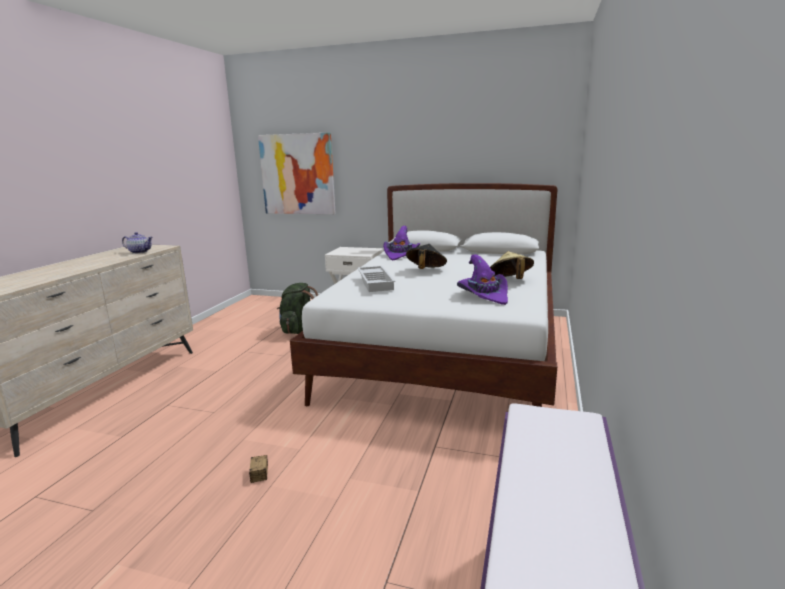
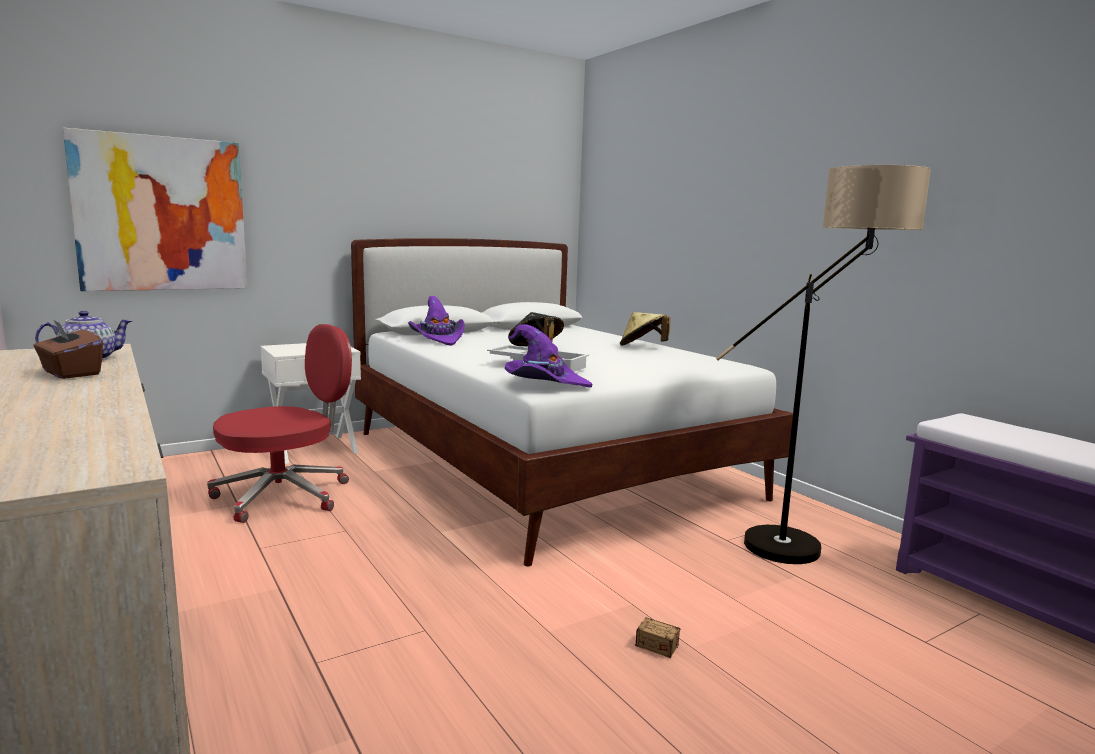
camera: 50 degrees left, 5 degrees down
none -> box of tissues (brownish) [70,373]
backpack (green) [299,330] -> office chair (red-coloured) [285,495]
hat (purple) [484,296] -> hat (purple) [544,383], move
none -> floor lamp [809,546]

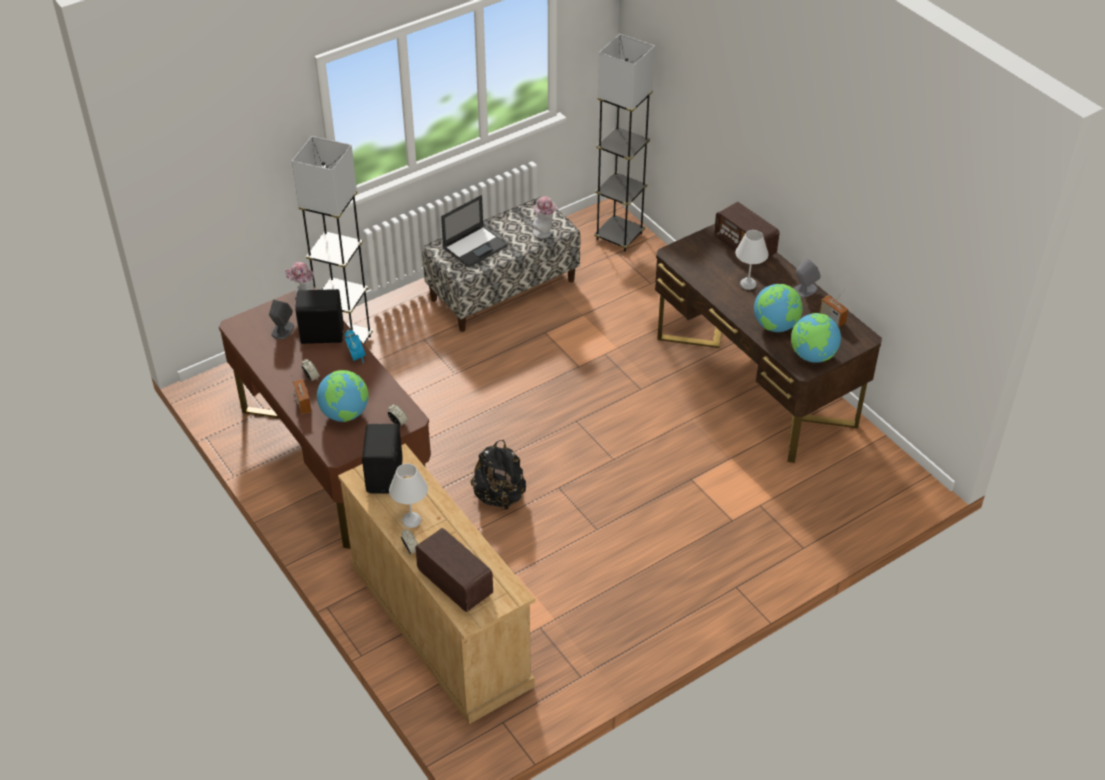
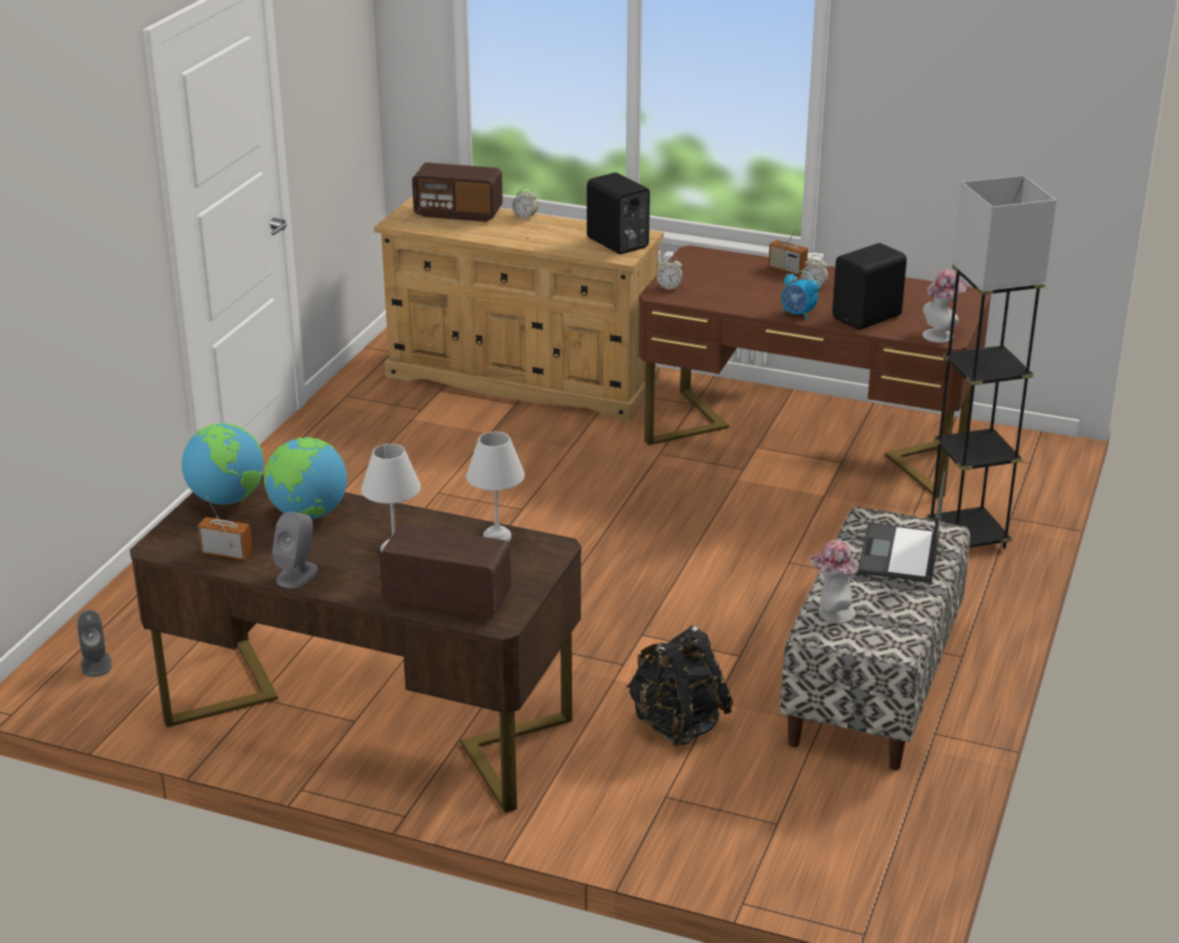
camera: 145 degrees right, 15 degrees down
speaker (gray) [282,330] -> speaker (gray) [96,664], move
tabletop lamp (white-coloured) [410,520] -> tabletop lamp (white-coloured) [498,537], move
backpack (blackish) [499,496] -> backpack (blackish) [677,725], move
globe [345,414] -> none
floor lamp (gray) [619,236] -> none

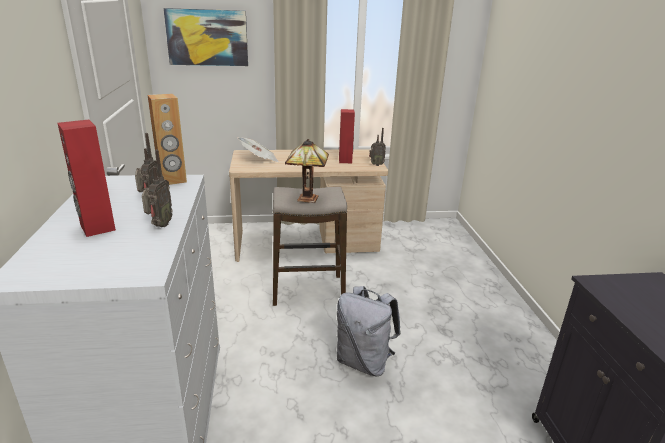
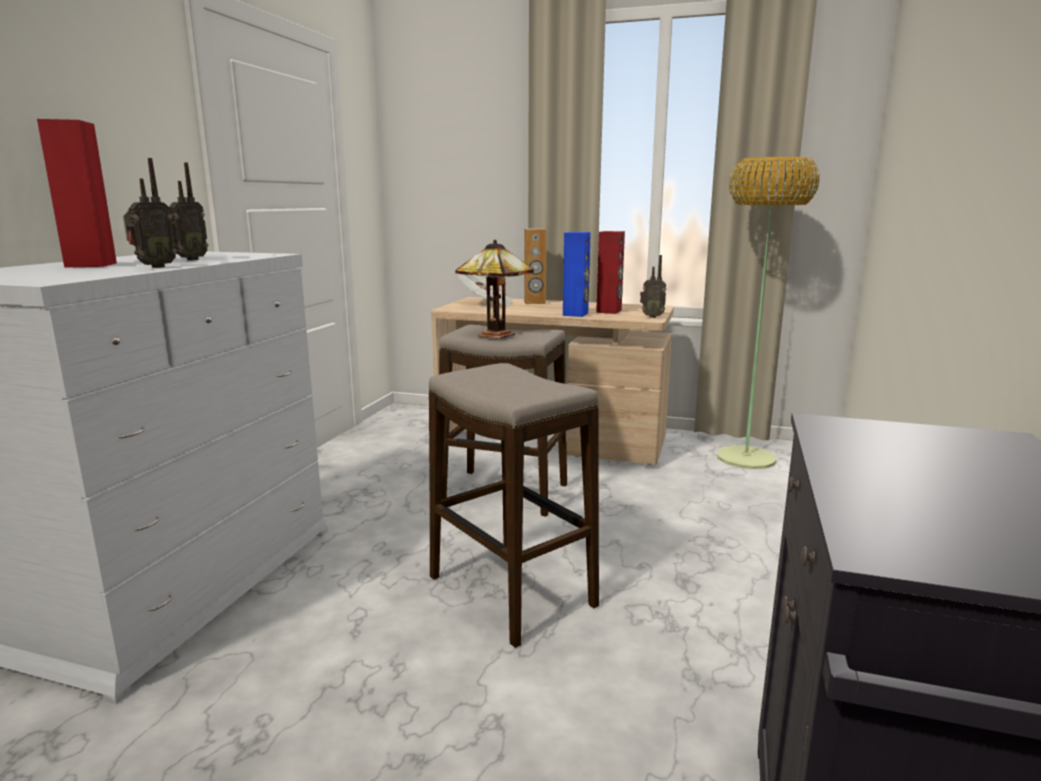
camera: 25 degrees right, 10 degrees down
backpack (gray) [364,362] -> stool [511,591]
speaker (brownish) [172,180] -> speaker (brownish) [534,302], move
none -> speaker (blue) [576,314]
none -> floor lamp [746,458]
wall picture [207,37] -> none

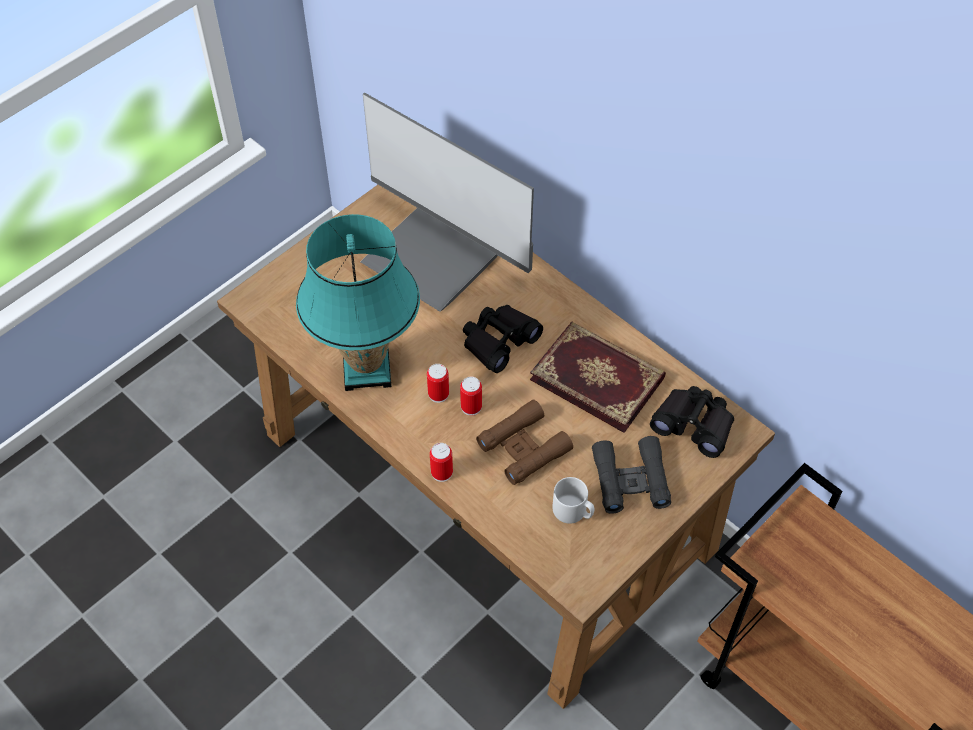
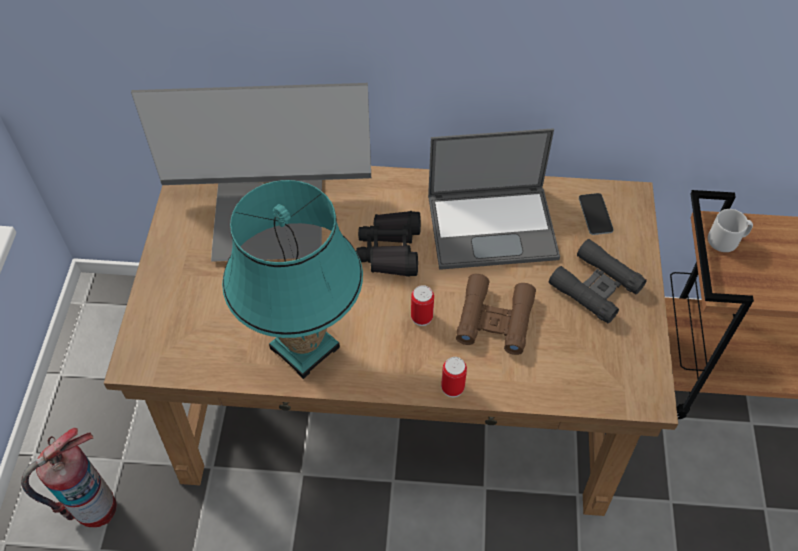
camera: 40 degrees left, 0 degrees up
none -> fire extinguisher [95,508]
bound book [598,377] -> portable computer [493,226]
field glasses (blackish) [694,425] -> telephone [595,214]
mug (gray) [573,511] -> mug (gray) [726,240], move
metal can [438,394] -> none

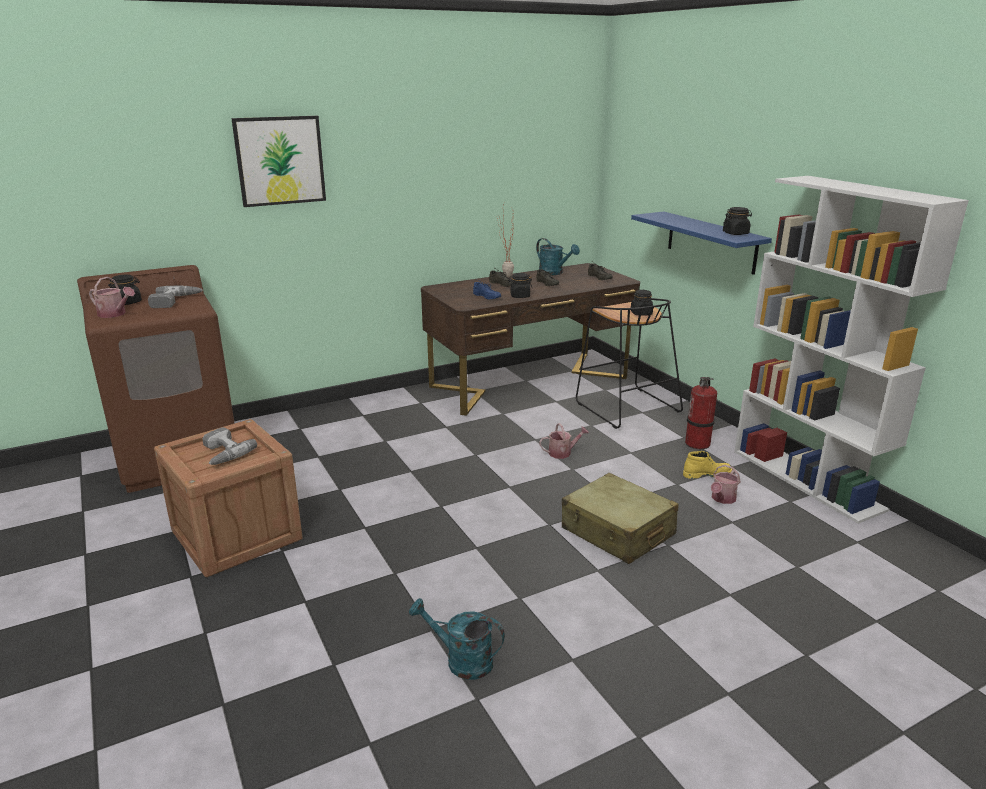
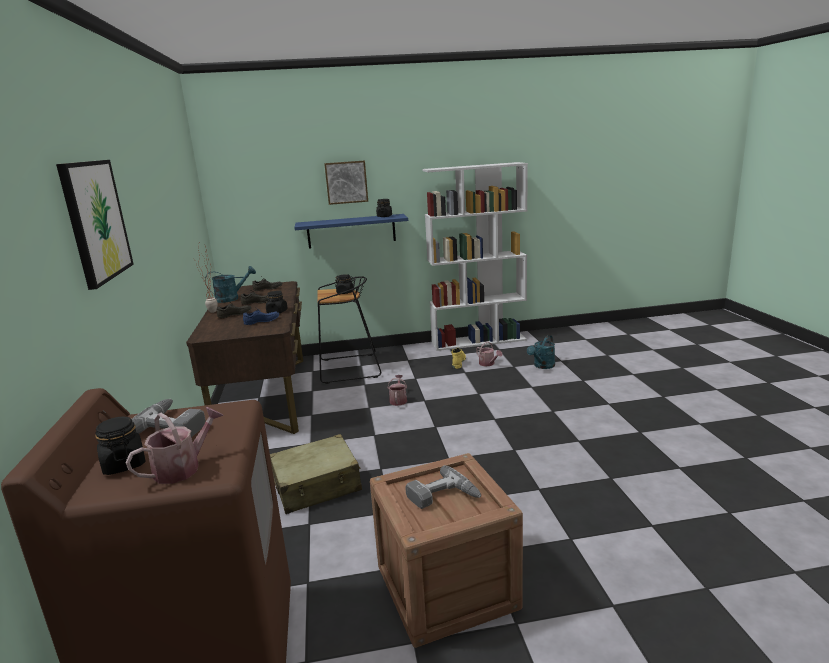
camera: 70 degrees left, 5 degrees down
suitcase (sand-coloured) [617,532] -> suitcase (sand-coloured) [317,485], move
none -> wall picture [346,182]
sprinkling can (turquoise) [461,660] -> sprinkling can (turquoise) [542,366], move
fire extinguisher [698,443] -> none

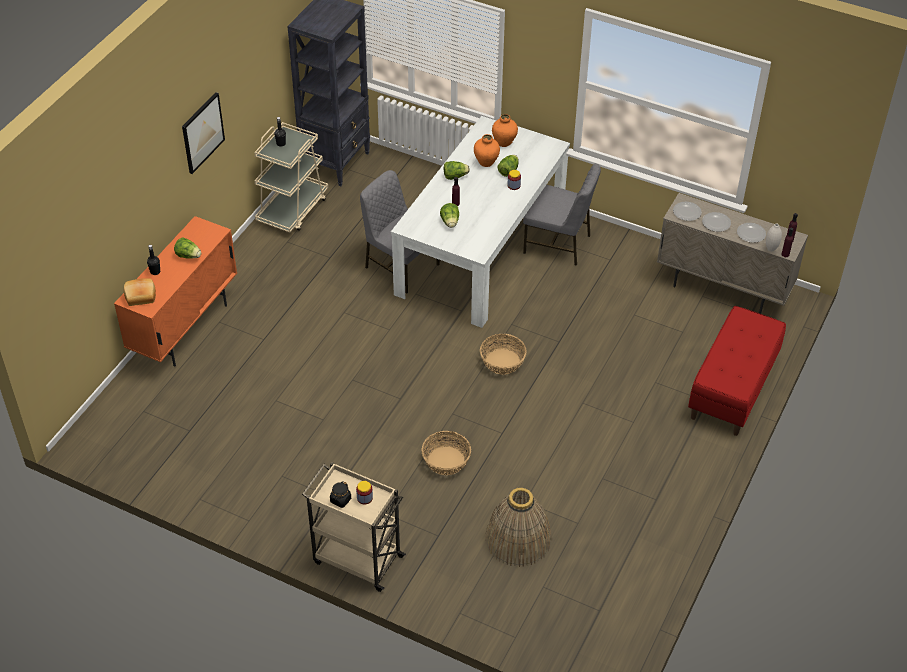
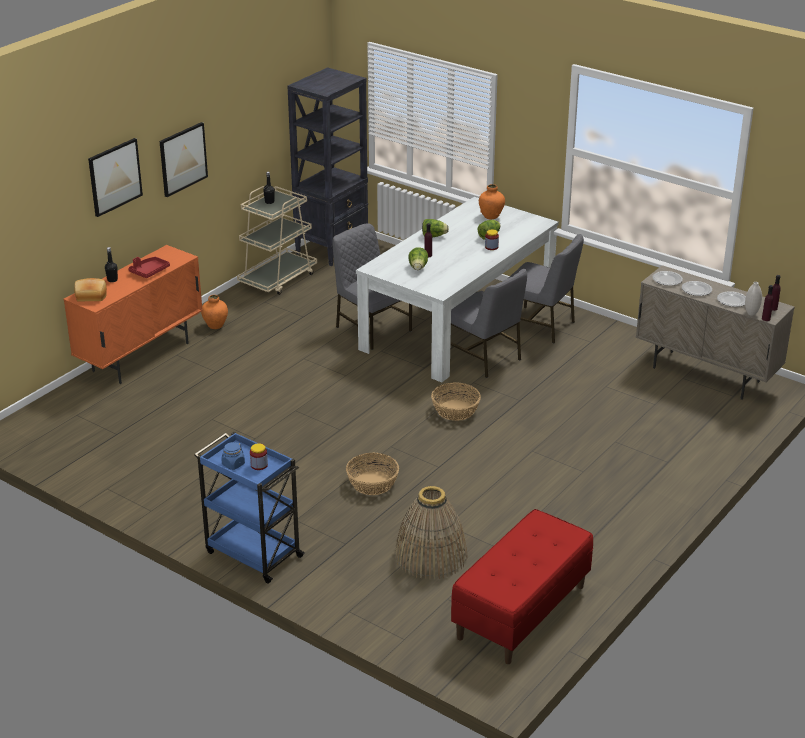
camera: 10 degrees right, 15 degrees down
none -> wall picture [115,177]
lettuce head [188,256] -> tray (red-coloured) [149,271]
wheeled cart (sand-coloured) [356,558] -> wheeled cart (blue) [252,553]
vase (orangey) [486,162] -> vase (orangey) [215,325], move
storage jar (blackish) [340,500] -> storage jar (blue) [233,464]
none -> chair (gray) [483,358]
indoor bench (red-coloured) [733,389] -> indoor bench (red-coloured) [521,612], move

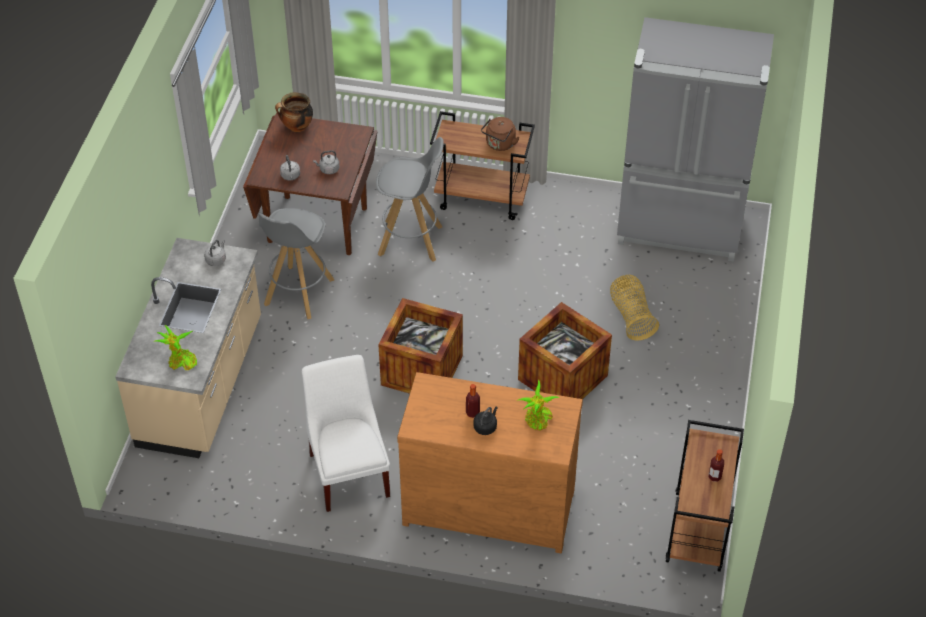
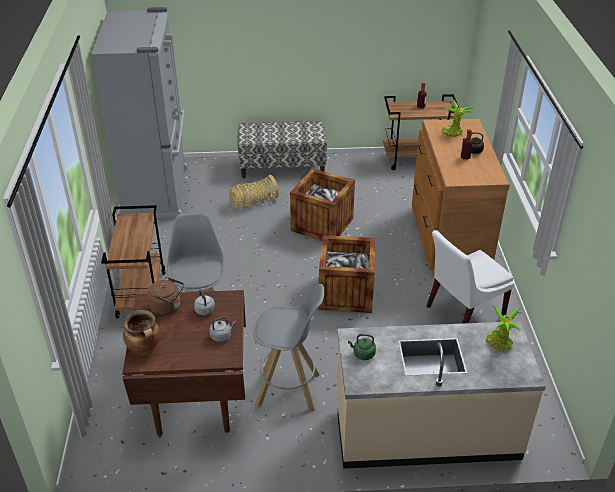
camera: 105 degrees left, 10 degrees down
water kettle (brownish) [499,144] -> water kettle (brownish) [167,307], move
none -> indoor bench [282,167]
water kettle (gray) [216,259] -> water kettle (green) [362,354]

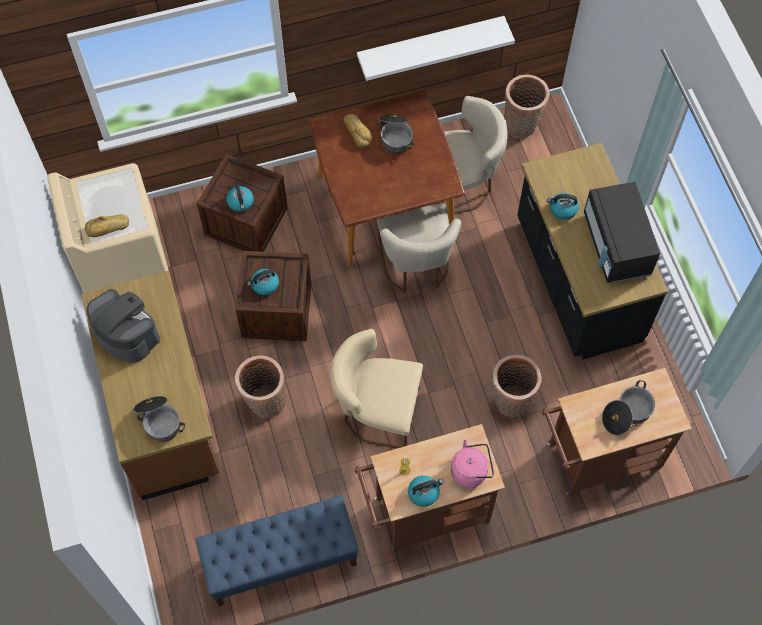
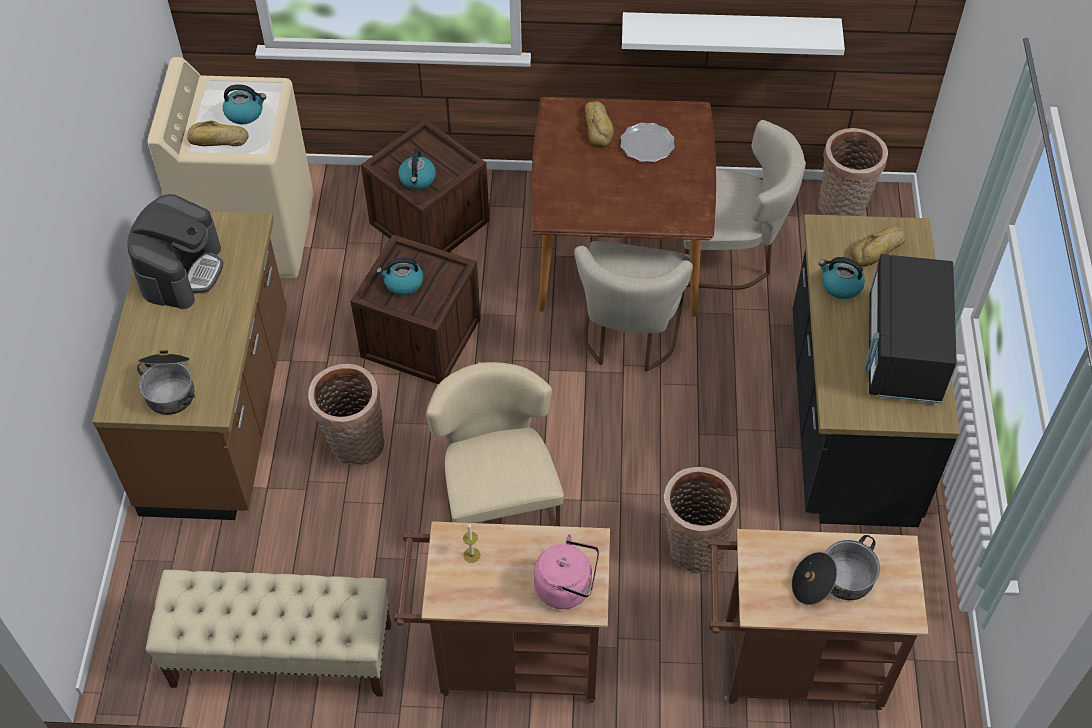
camera: 20 degrees right, 10 degrees down
coffee maker [126,333] -> coffee maker [181,270], 45 degrees clockwise
indoor bench (blue) [281,561] -> indoor bench (sand-coloured) [281,655]
water kettle [424,493] -> water kettle [245,113], move
chair (sand-coloured) [376,411] -> chair (sand-coloured) [498,502], 45 degrees clockwise
stockpot [395,136] -> plate [646,144]
none -> bakery bread [878,250]

